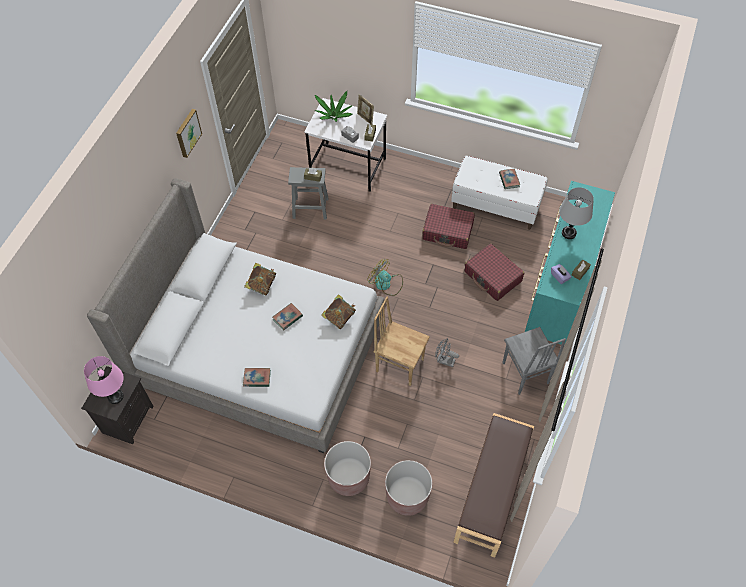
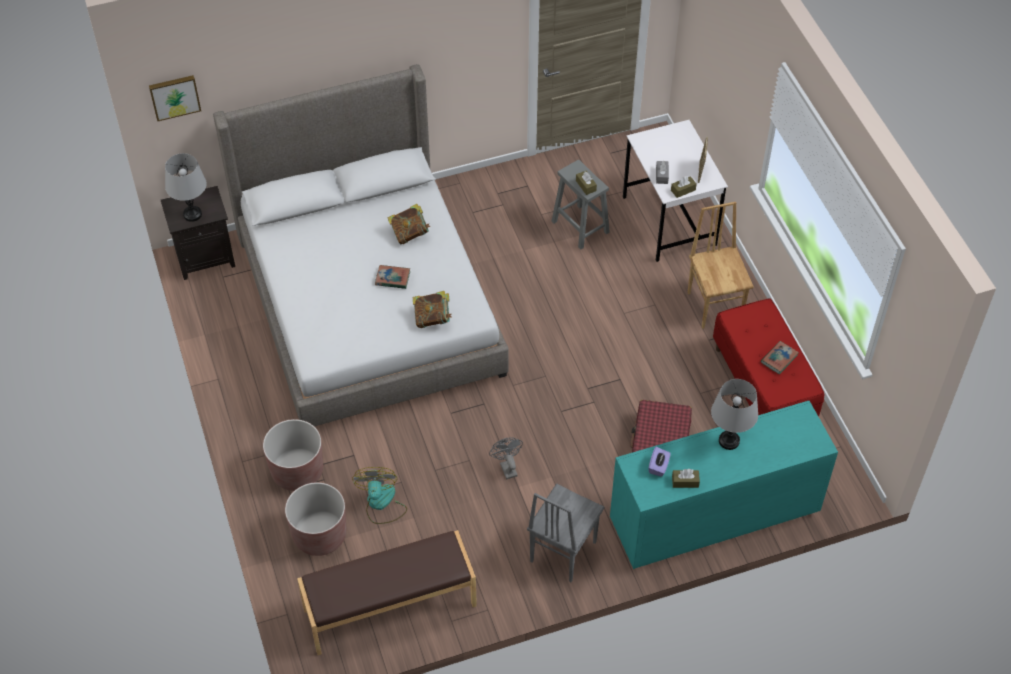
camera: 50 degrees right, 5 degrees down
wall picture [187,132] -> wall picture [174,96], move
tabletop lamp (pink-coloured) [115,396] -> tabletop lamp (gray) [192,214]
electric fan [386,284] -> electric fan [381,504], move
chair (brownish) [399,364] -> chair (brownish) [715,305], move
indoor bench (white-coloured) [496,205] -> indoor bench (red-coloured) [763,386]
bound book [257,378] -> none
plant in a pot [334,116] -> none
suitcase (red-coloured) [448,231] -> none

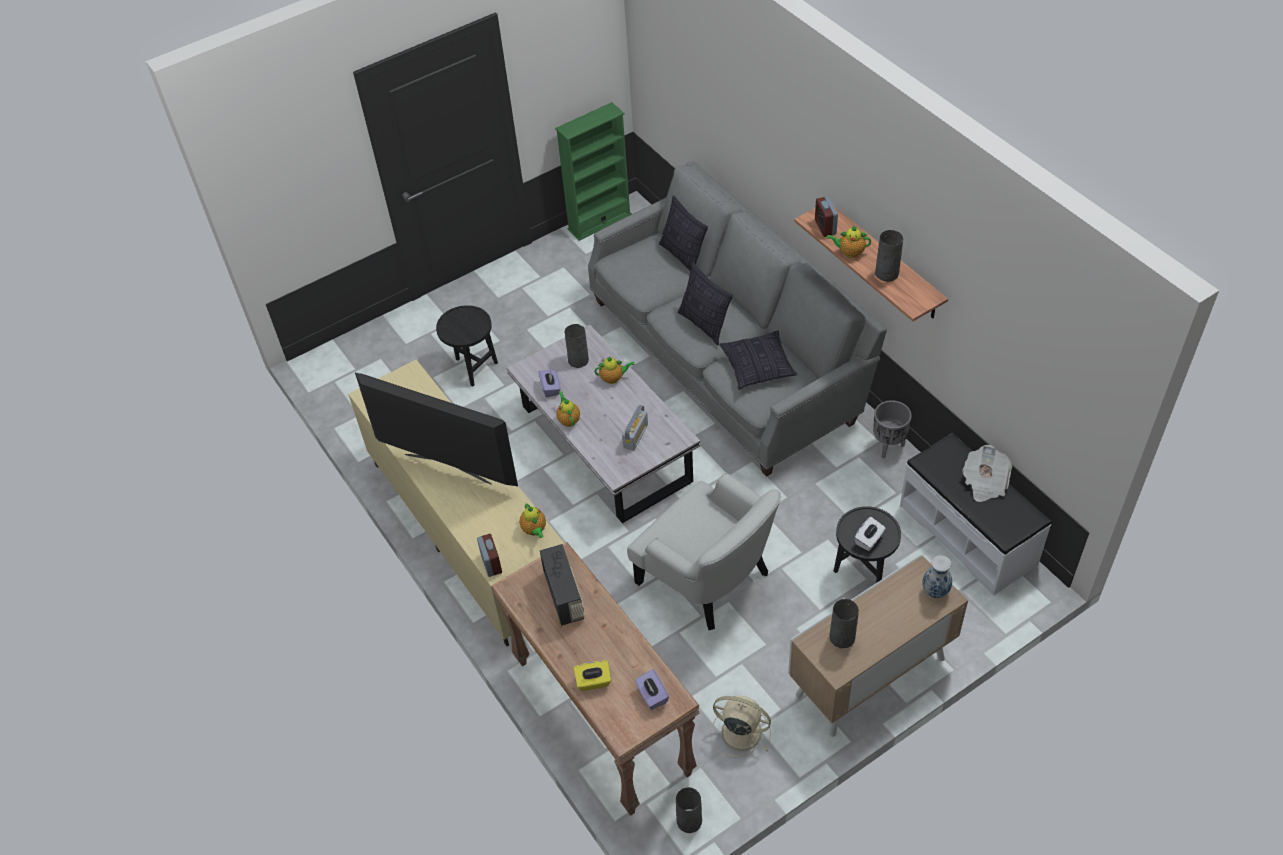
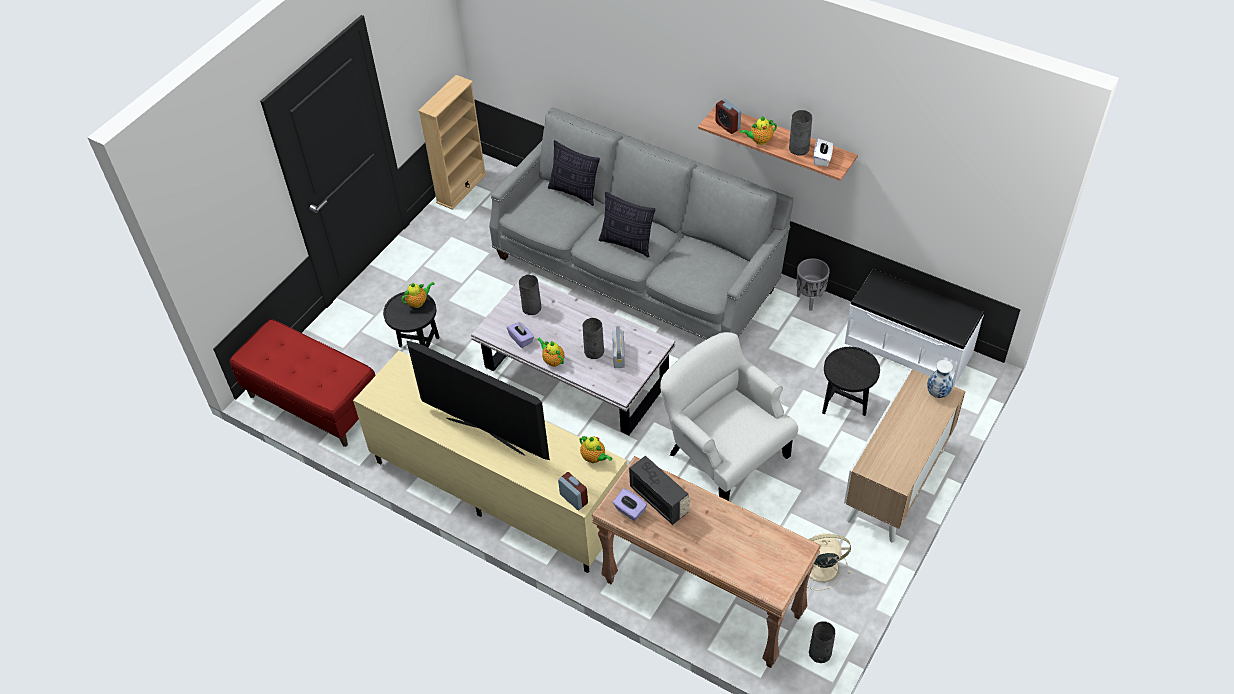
camera: 25 degrees left, 0 degrees up
none -> indoor bench (red-coloured) [313,402]
teapot [613,378] -> teapot [418,302], move
TV set [446,470] -> TV set [486,435], 150 degrees counterclockwise
shelving unit (green) [599,222] -> shelving unit (sand-coloured) [461,188]
vase (gray) [841,637] -> vase (gray) [593,352], move
box of tissues (purple) [652,696] -> box of tissues (purple) [629,510], move
armchair (white-coloured) [707,577] -> armchair (white-coloured) [724,454], 150 degrees counterclockwise
box of tissues (white-coloured) [869,540] -> box of tissues (white-coloured) [822,159], move
box of tissues (yellow-coloured) [593,682] -> none
pillow [758,367] -> none
newspaper [984,482] -> none

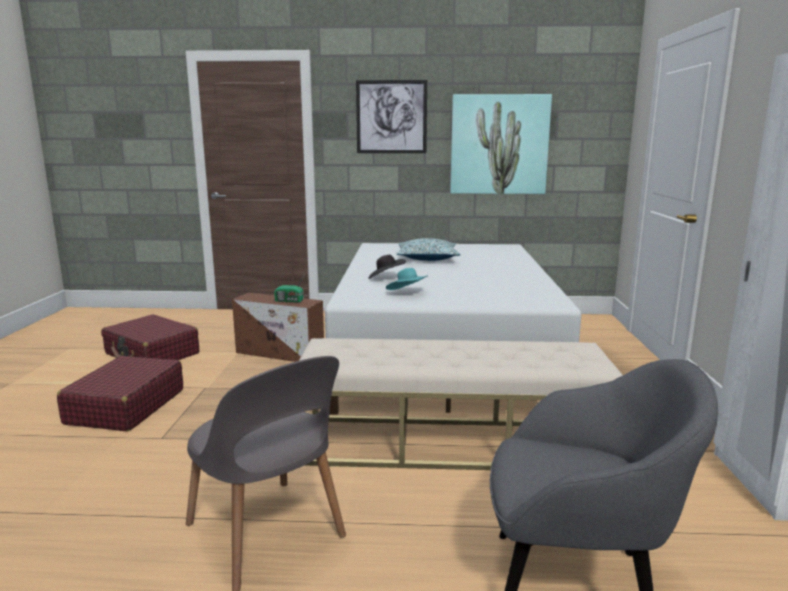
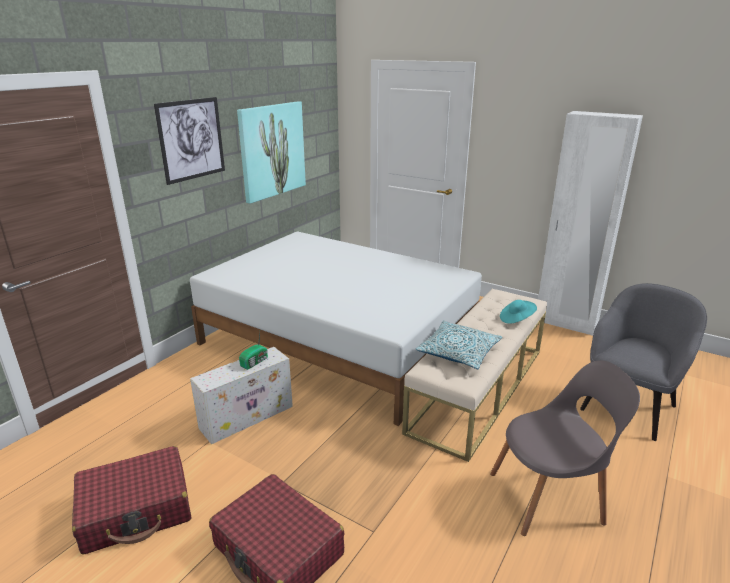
camera: 60 degrees left, 10 degrees up
storage box (brownish) [281,353] -> storage box (white-coloured) [248,416]
pillow [427,258] -> pillow [458,352], move
hat (turquoise) [407,293] -> hat (turquoise) [516,319], move
hat (blackish) [386,278] -> none

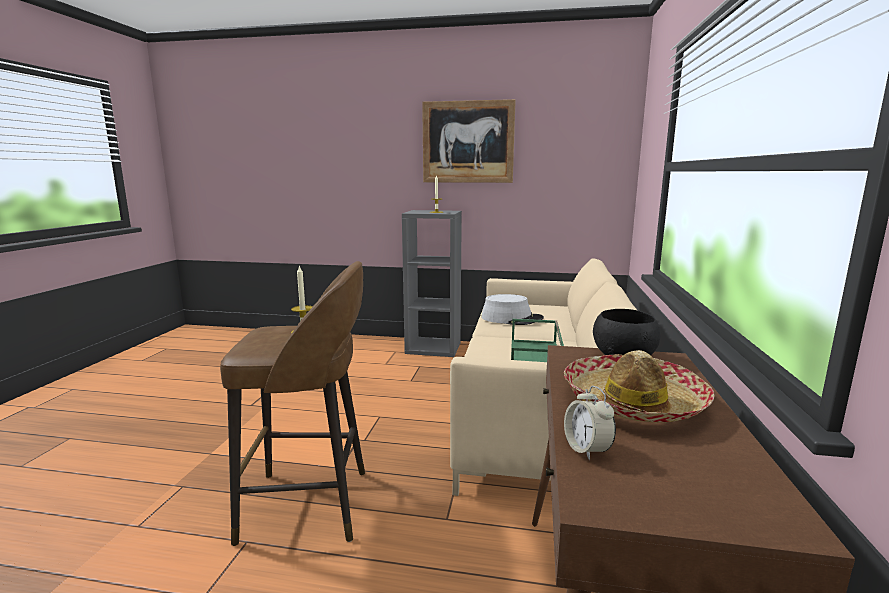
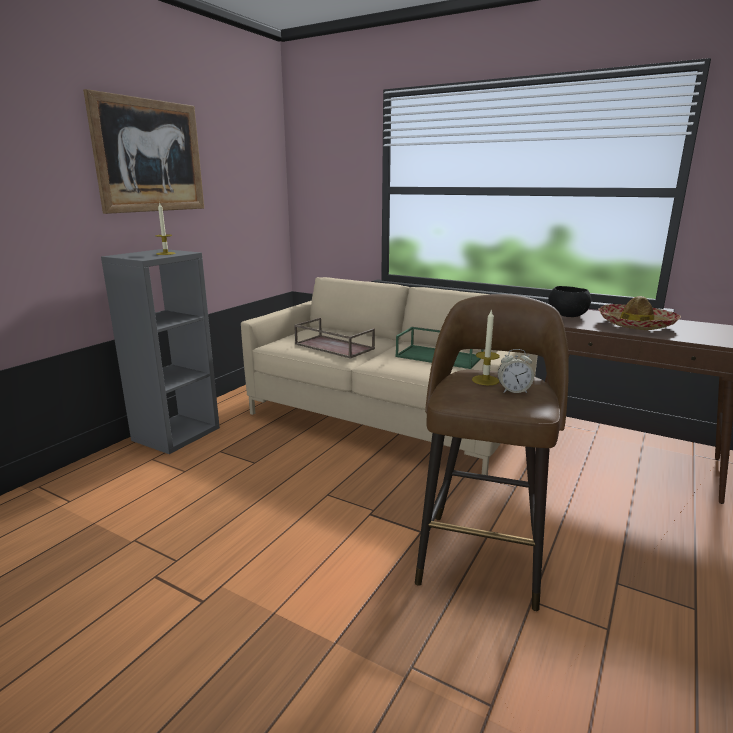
camera: 70 degrees left, 5 degrees up
hat (gray) [512,318] -> tray (brownish) [333,346]
table clock [587,449] -> table clock [513,391], move

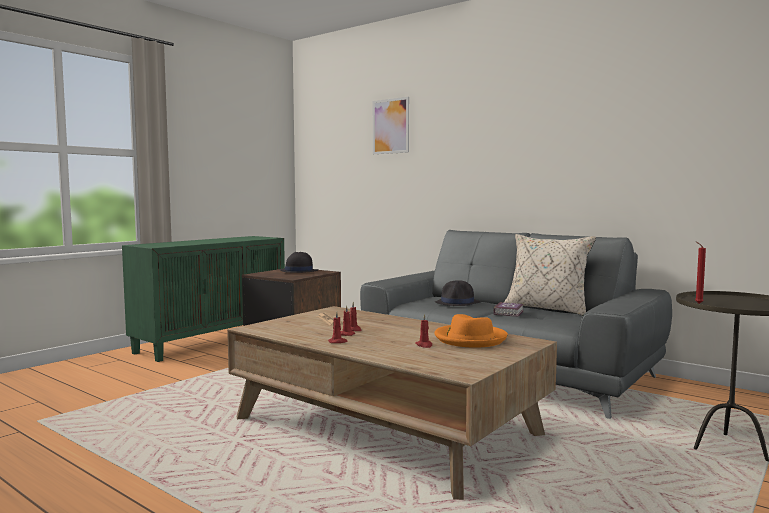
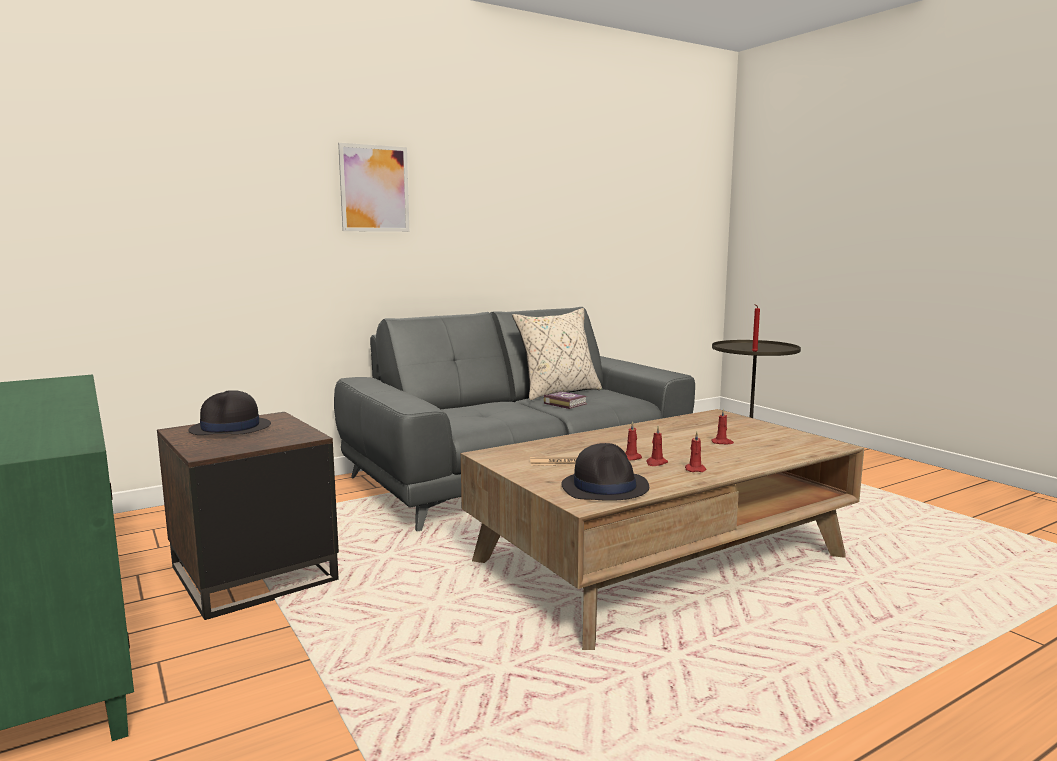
camera: 70 degrees left, 5 degrees up
wall picture [390,126] -> wall picture [374,188], move
hat (blackish) [457,303] -> hat (blackish) [605,487], move
hat (orangey) [470,339] -> none

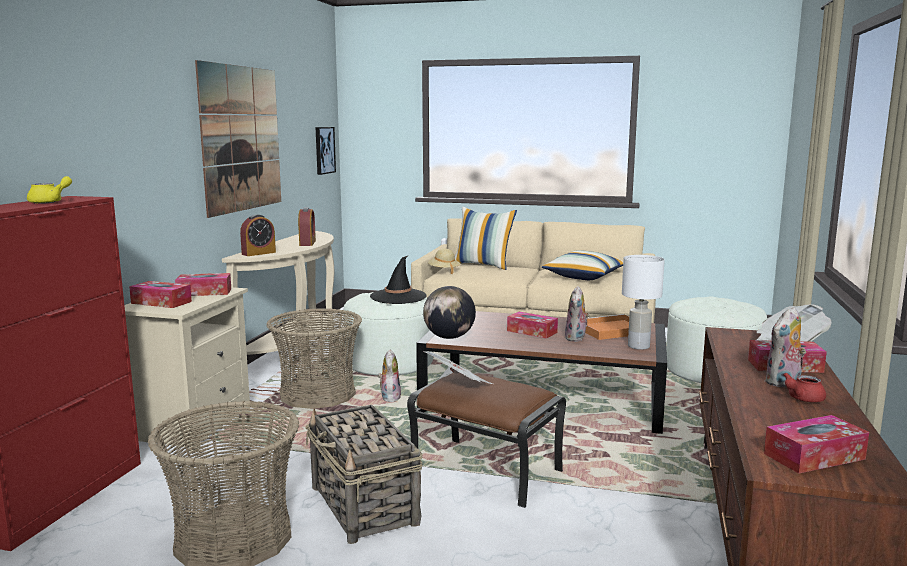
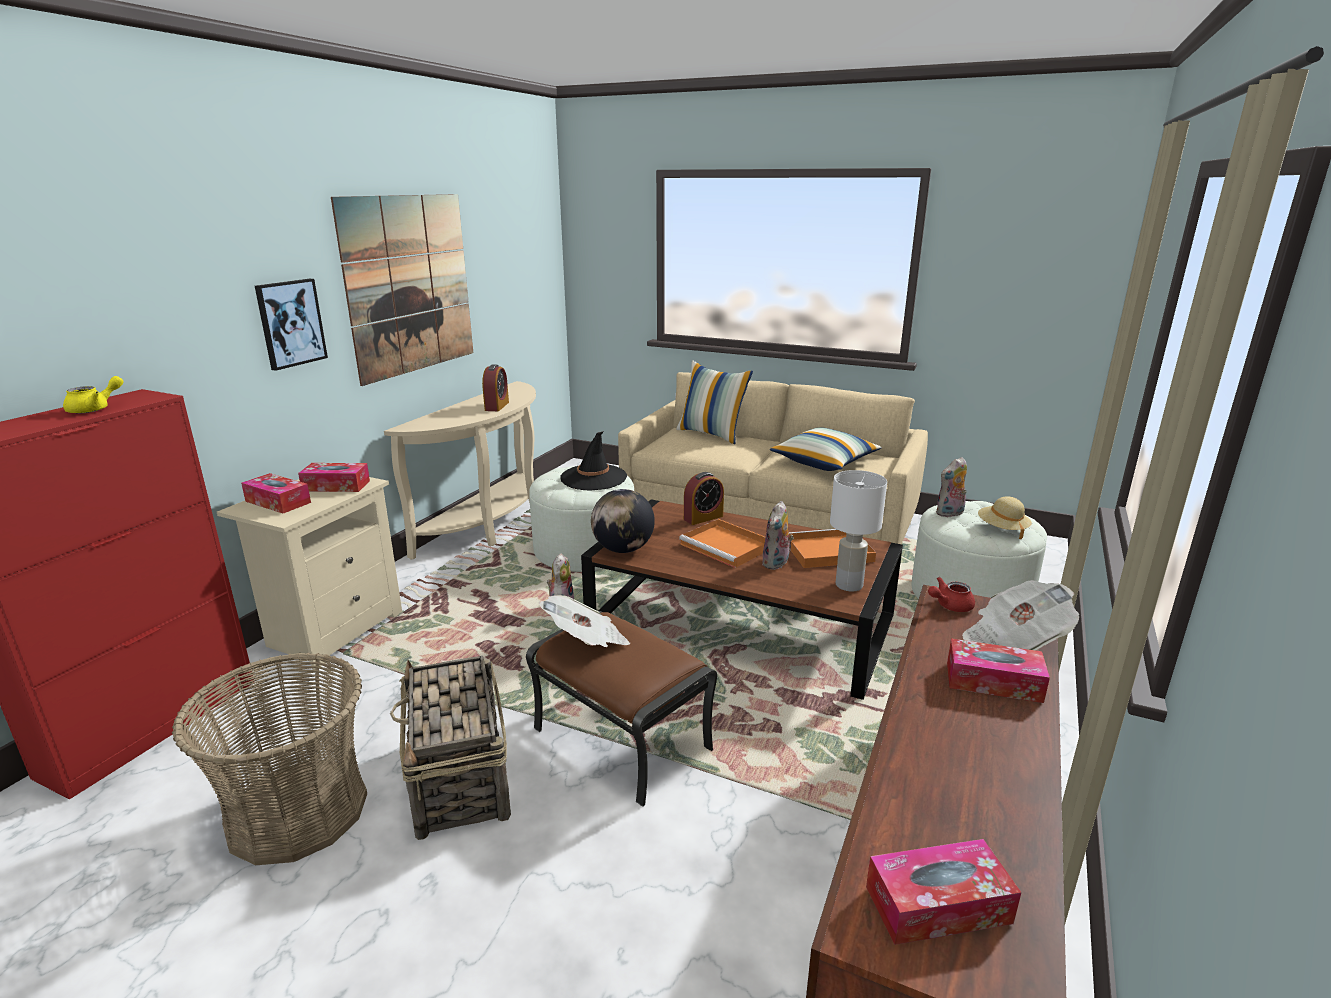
camera: 10 degrees right, 10 degrees up
wall picture [324,150] -> wall picture [290,323], move
box of tissues [532,332] -> tray (orangey) [727,547]
table clock [258,253] -> table clock [703,518], move
teapot (red-coloured) [801,399] -> teapot (red-coloured) [949,606], move
plush toy [783,383] -> plush toy [950,514], move
hat (sand-coloured) [443,271] -> hat (sand-coloured) [1002,529], move
household basket [317,395] -> none

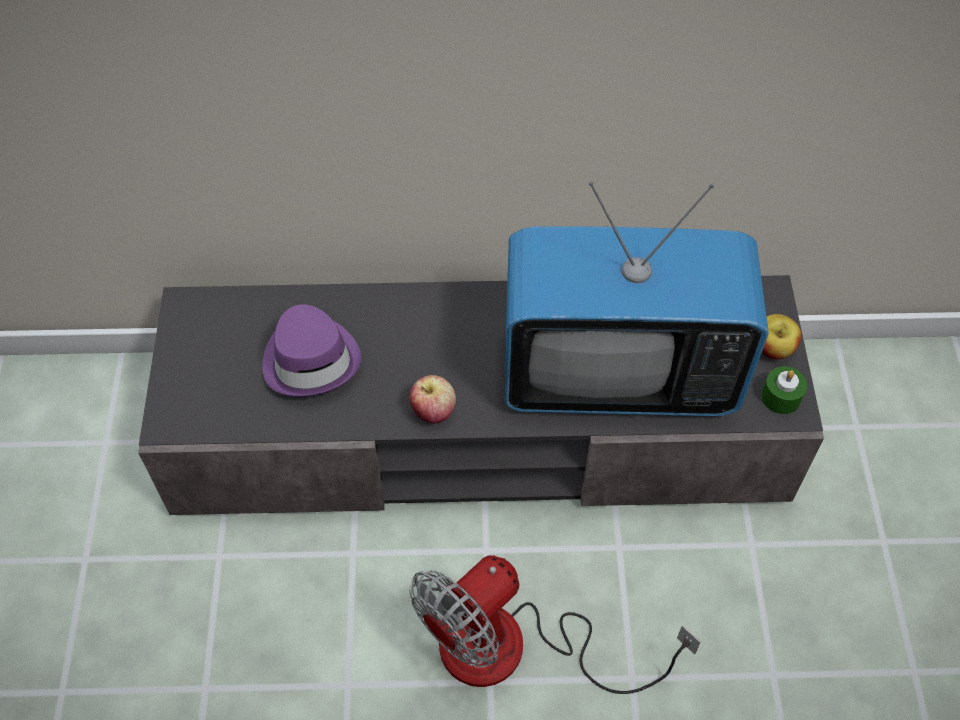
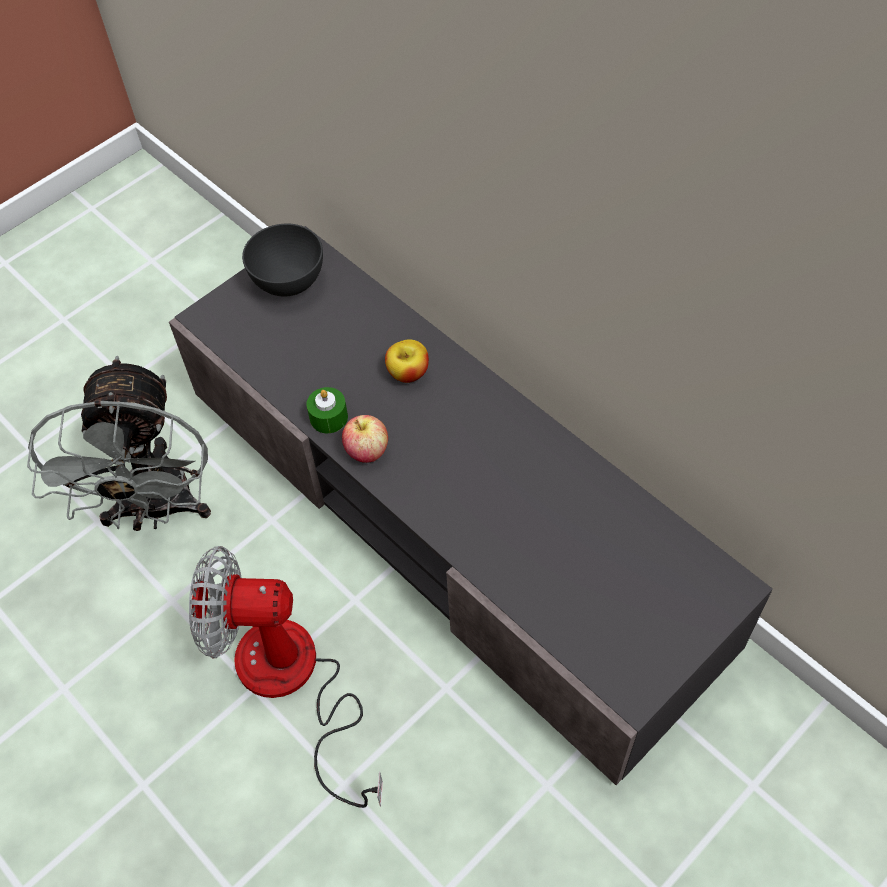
camera: 50 degrees right, 0 degrees up
none -> electric fan (gray) [157,511]
none -> bowl (gray) [289,282]
wax light (green) [781,397] -> wax light (green) [328,417], move
apple fruit [773,348] -> apple fruit [408,373], move
hat (purple) [312,359] -> none
TV set [618,374] -> none

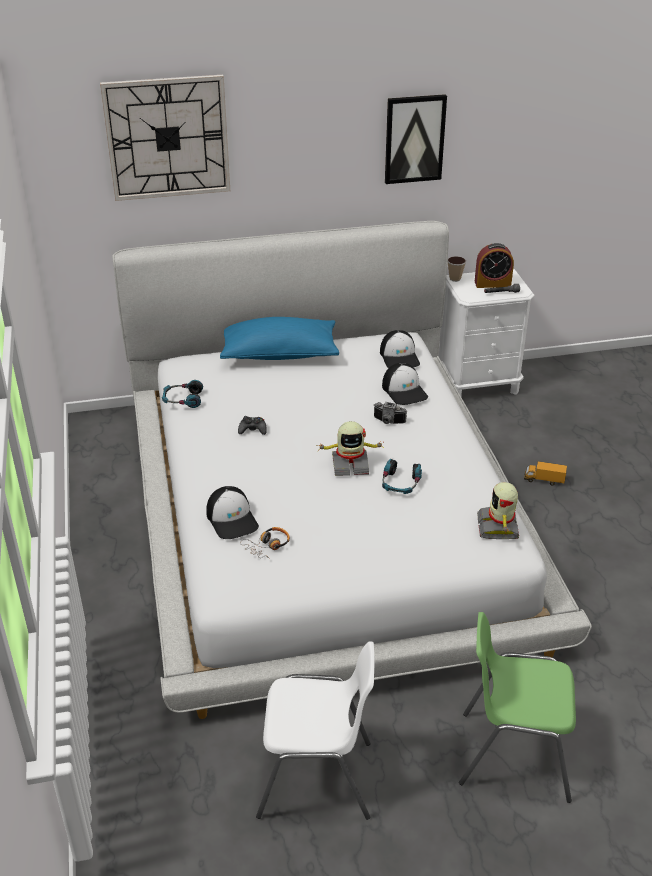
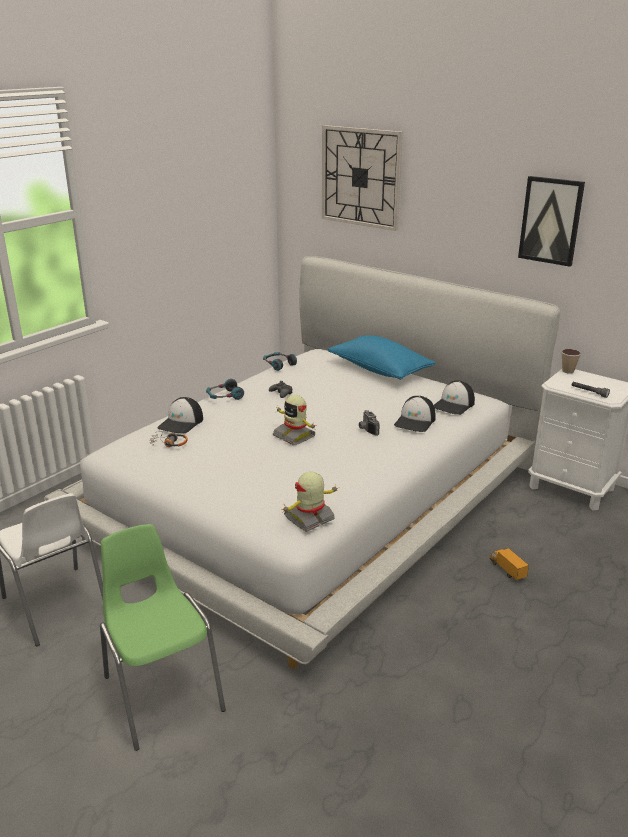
camera: 50 degrees right, 10 degrees down
headphones [400,483] -> headphones [224,396], move
table clock [492,284] -> none

